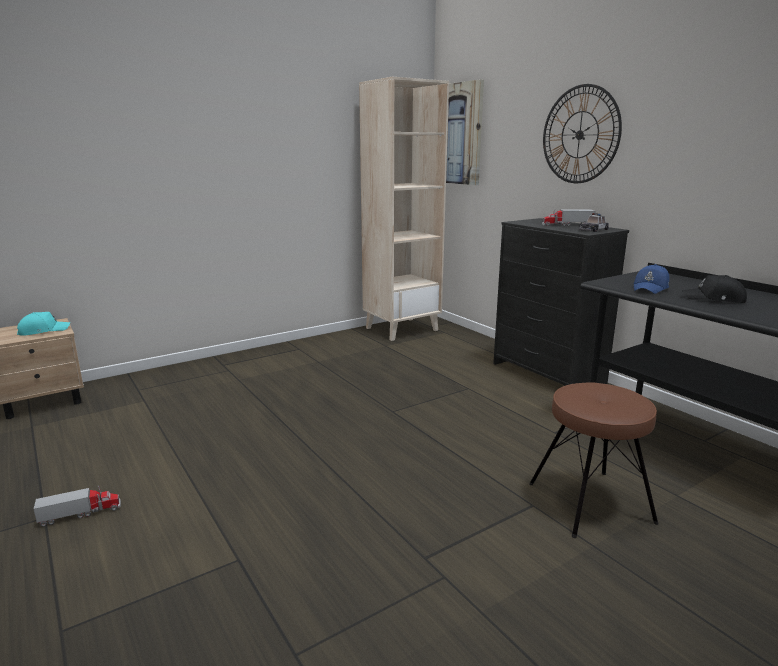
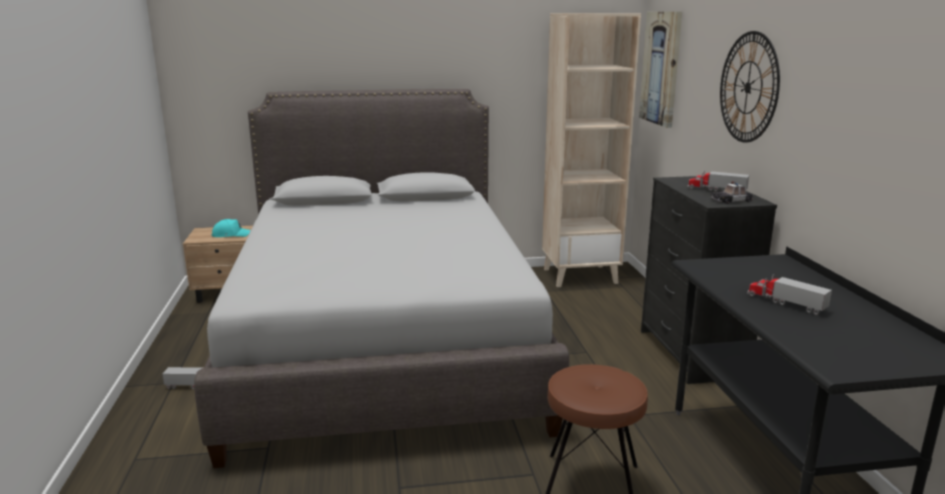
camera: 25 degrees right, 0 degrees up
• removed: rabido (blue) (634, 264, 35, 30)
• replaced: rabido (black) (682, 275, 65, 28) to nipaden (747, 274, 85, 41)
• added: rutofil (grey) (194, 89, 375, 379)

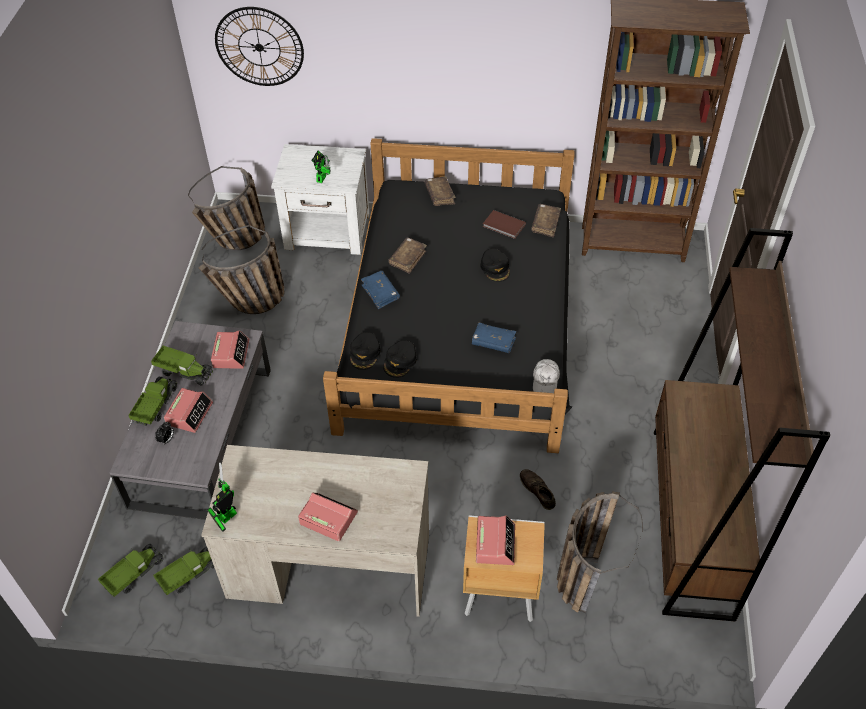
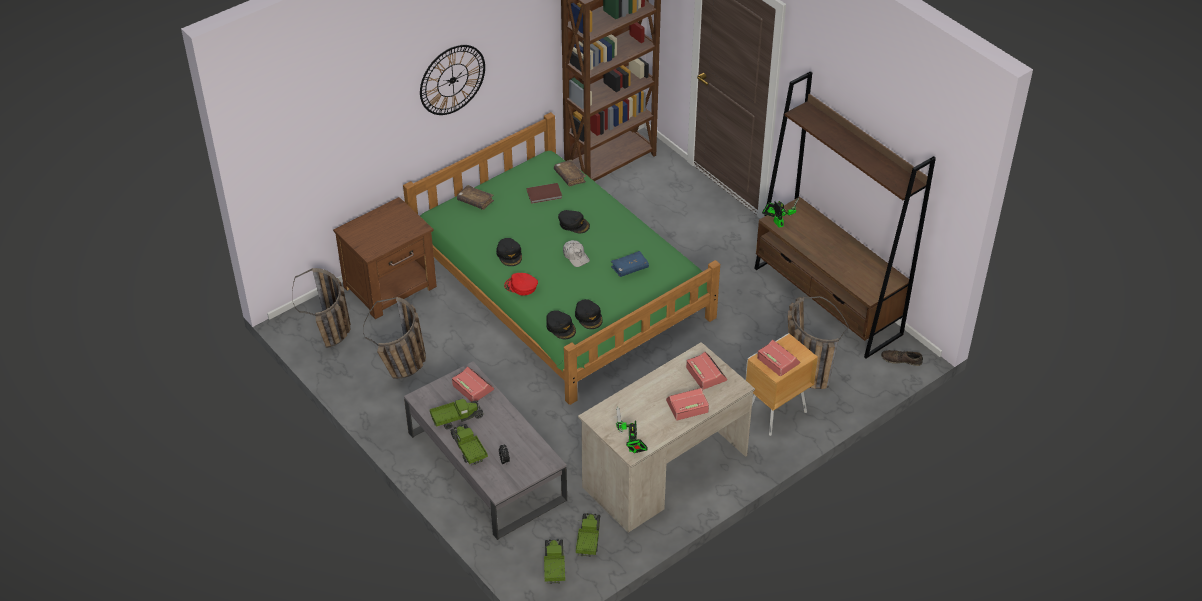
camera: 45 degrees left, 5 degrees down
• moved: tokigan (215, 7, 89, 79) to (420, 45, 65, 70)
• recoloured: rutofil (black) (323, 138, 252, 315) to rutofil (green) (403, 112, 317, 293)
• recoloured: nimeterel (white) (271, 144, 98, 111) to nimeterel (brown) (333, 197, 104, 122)
• moved: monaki (311, 151, 20, 32) to (762, 198, 37, 30)
• replaced: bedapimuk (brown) (388, 237, 39, 37) to rabido (black) (496, 238, 26, 28)
• replaced: bedapimuk (blue) (361, 271, 39, 38) to rabido (red) (504, 273, 34, 23)
• moved: rabido (white) (533, 359, 27, 34) to (563, 240, 27, 27)
• moved: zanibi (164, 388, 49, 45) to (686, 352, 41, 38)
• moved: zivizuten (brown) (520, 469, 36, 41) to (881, 350, 42, 16)

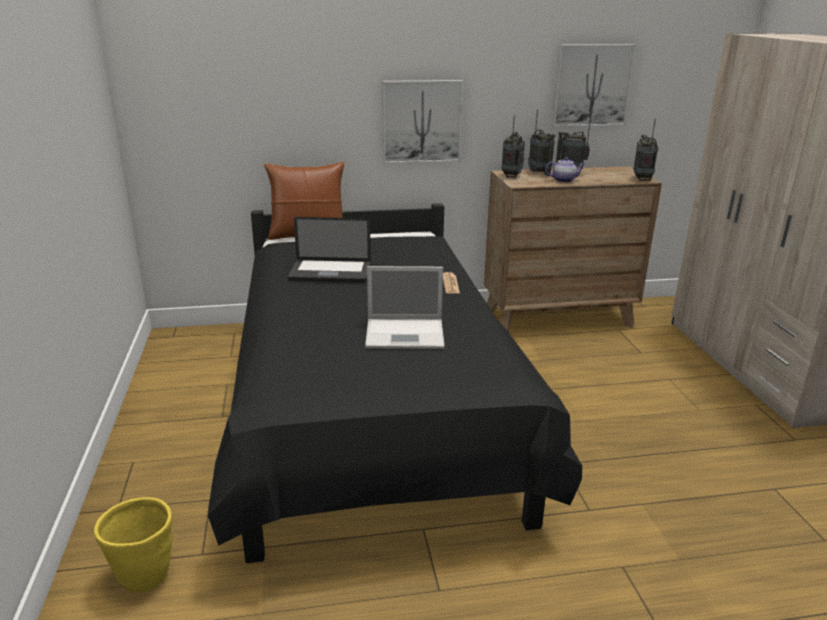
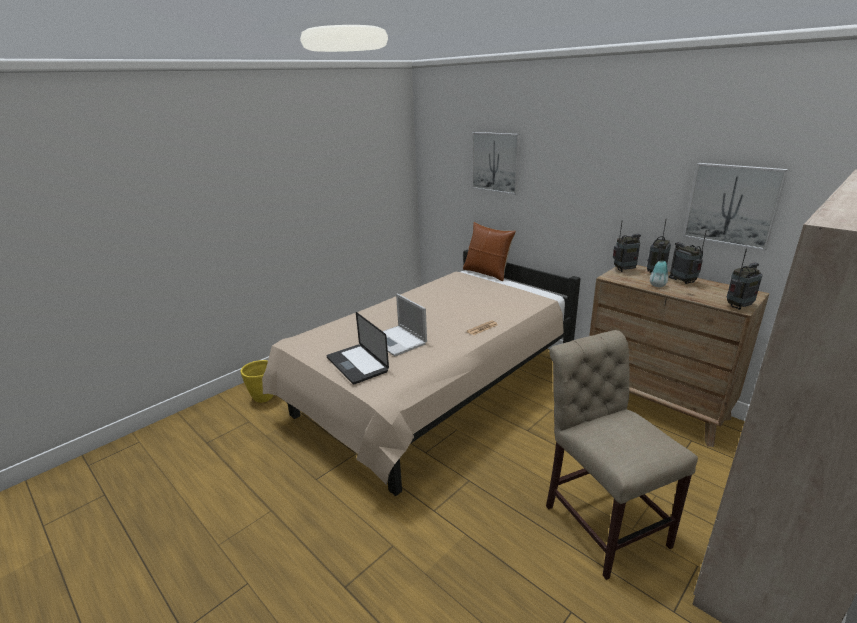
camera: 55 degrees right, 0 degrees up
• moved: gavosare (382, 80, 81, 84) to (472, 132, 49, 63)
• replaced: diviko (545, 157, 40, 26) to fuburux (650, 261, 18, 26)
• recoloured: rutofil (black) (208, 203, 374, 360) to rutofil (beige) (262, 249, 319, 247)
• moved: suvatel (288, 217, 83, 65) to (327, 312, 62, 72)
• added: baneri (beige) (546, 330, 152, 250)

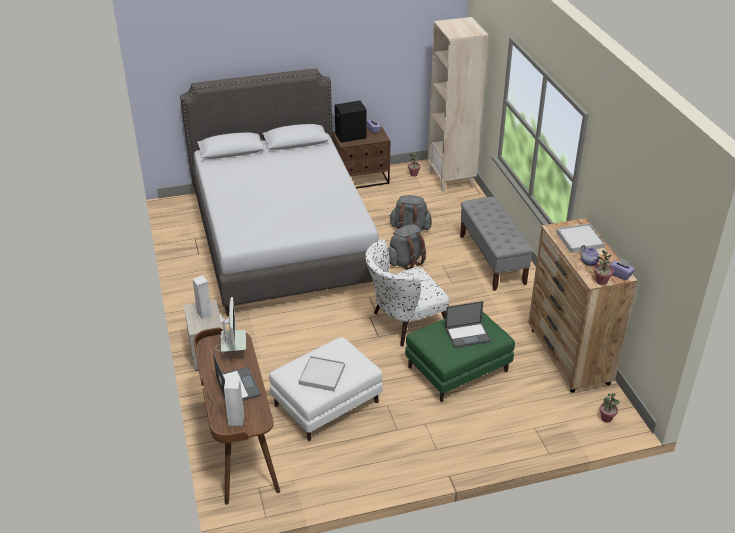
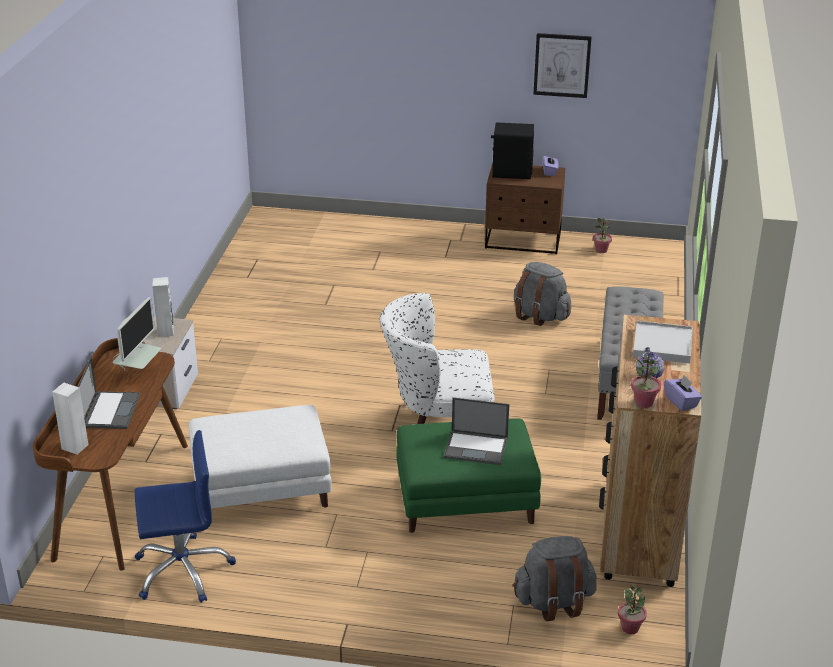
camera: 25 degrees right, 5 degrees down
• removed: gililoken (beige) (428, 17, 60, 175)
• removed: rutofil (grey) (180, 68, 199, 248)
• moved: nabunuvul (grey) (388, 224, 38, 46) to (512, 536, 85, 85)
• removed: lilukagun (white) (299, 356, 46, 35)
• added: gavosare (533, 33, 59, 65)
• added: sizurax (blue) (135, 430, 101, 173)

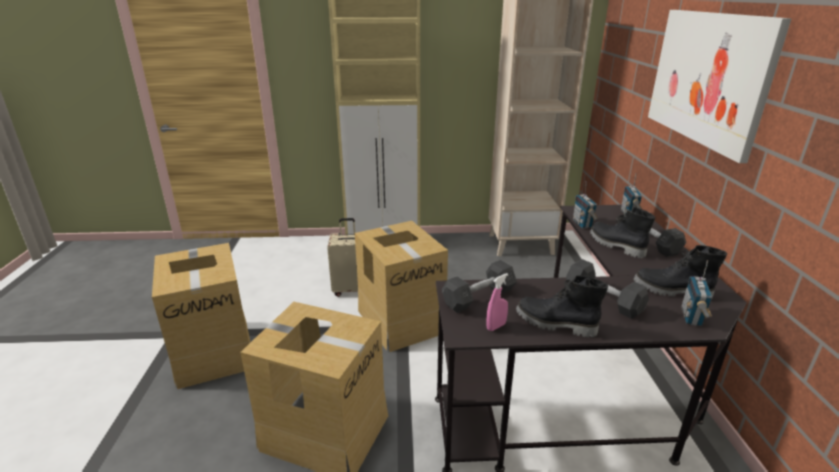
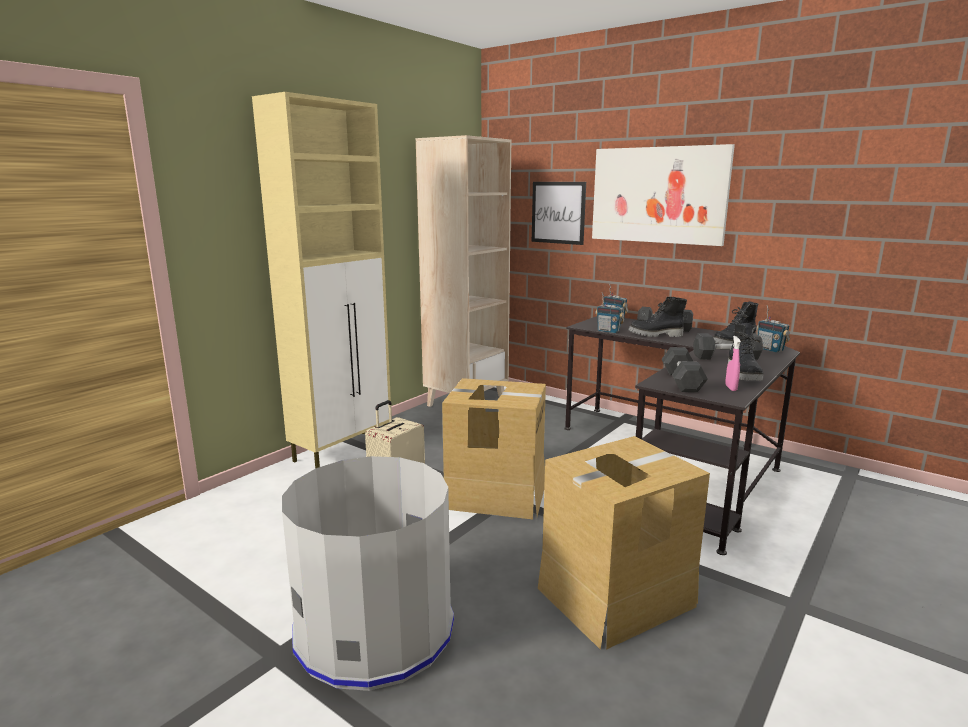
camera: 50 degrees left, 10 degrees down
• replaced: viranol (152, 243, 99, 146) to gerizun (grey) (282, 456, 172, 235)
• turned: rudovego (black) (516, 275, 92, 62) = (728, 323, 36, 58) 60 degrees counterclockwise
• added: gavosare (532, 182, 54, 63)

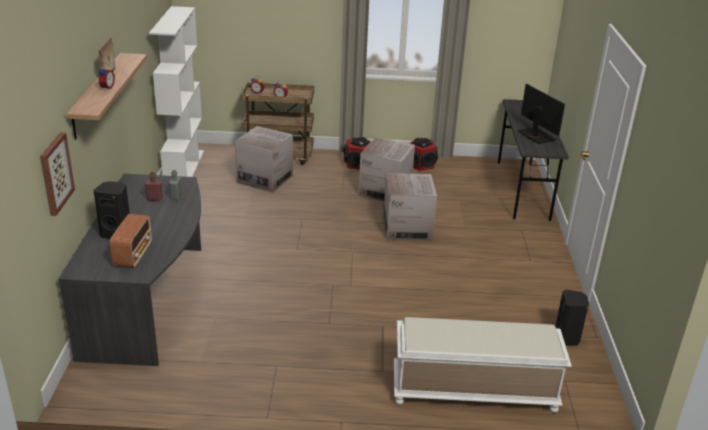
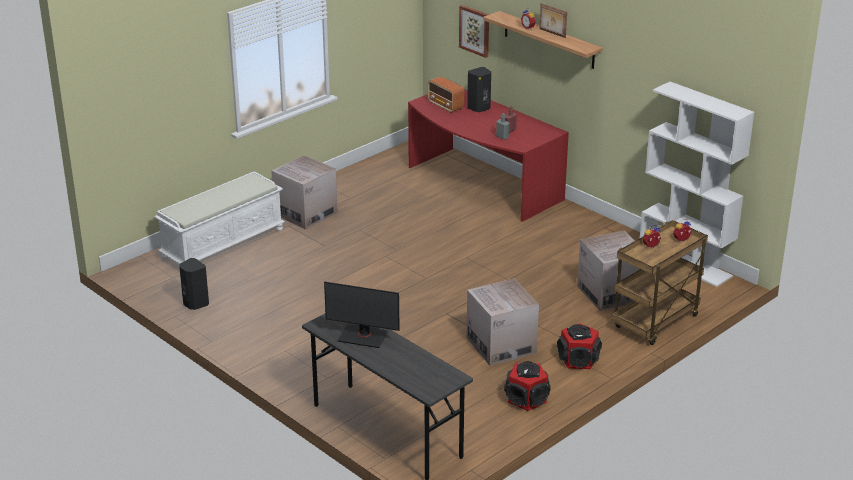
camera: 135 degrees right, 0 degrees up
• moved: viranol (383, 173, 54, 68) to (271, 155, 67, 75)
• recoloured: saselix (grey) (58, 174, 143, 192) to saselix (red) (408, 89, 161, 133)

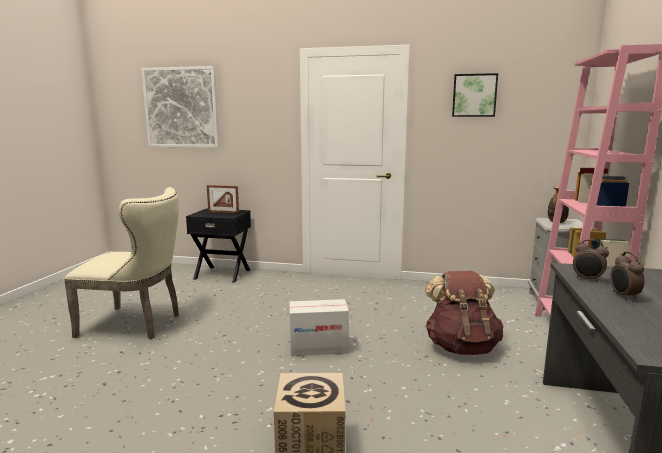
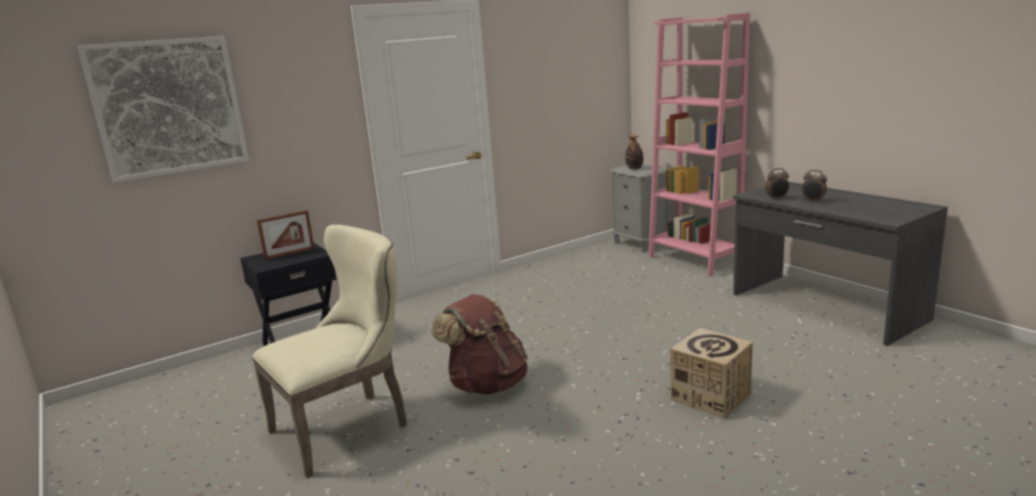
camera: 45 degrees left, 5 degrees up
• removed: gavosare (452, 73, 46, 44)
• moved: nabunuvul (brown) (425, 271, 79, 84) to (431, 294, 97, 101)
• removed: viranol (289, 299, 60, 57)

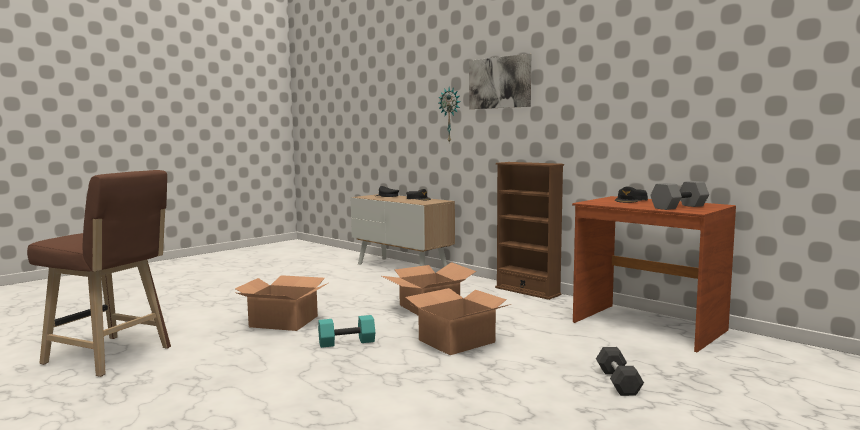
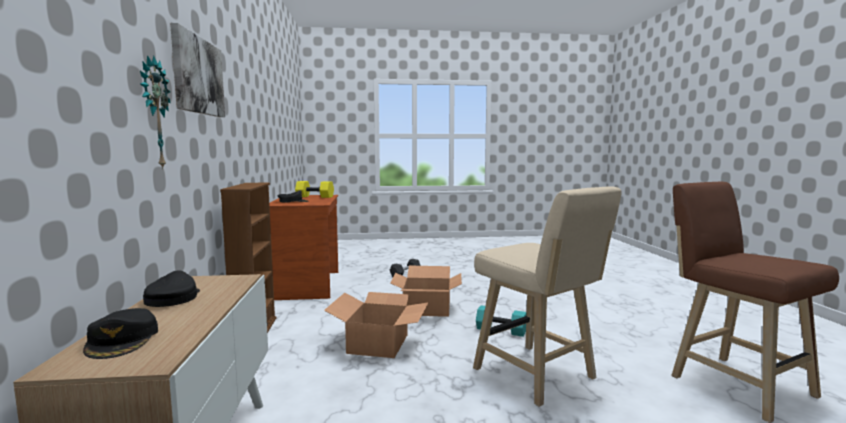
camera: 140 degrees left, 0 degrees up
• recoloured: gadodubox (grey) (650, 181, 59, 29) to gadodubox (yellow) (295, 181, 39, 17)
• replaced: viranol (235, 275, 93, 56) to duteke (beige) (473, 186, 149, 221)

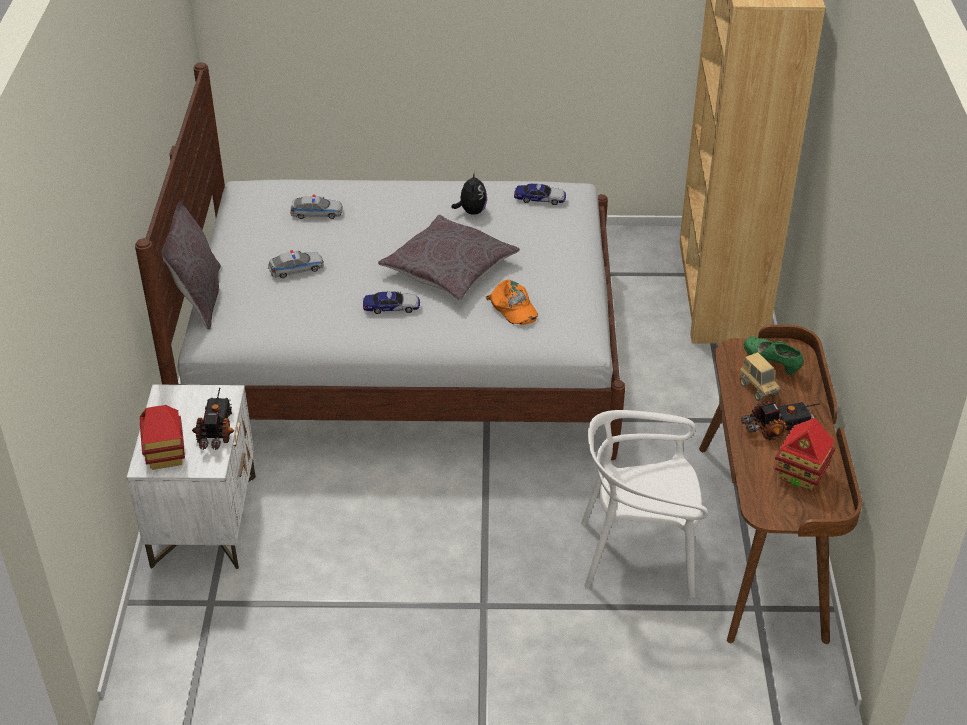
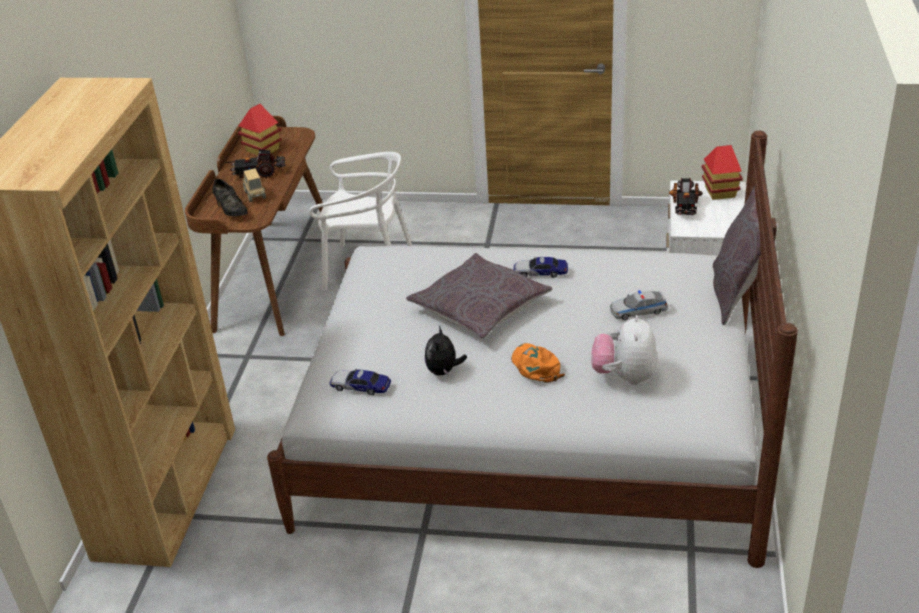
camera: 170 degrees left, 5 degrees down
• replaced: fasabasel (290, 194, 53, 25) to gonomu (591, 315, 67, 70)
• moved: rabido (orange) (486, 280, 52, 45) to (511, 343, 54, 40)
• recoloured: zivizuten (green) (744, 337, 60, 38) to zivizuten (black) (212, 179, 36, 37)

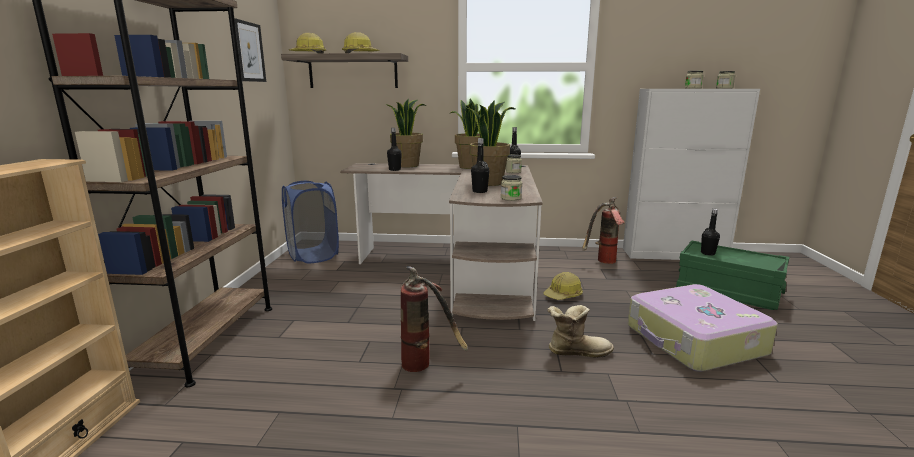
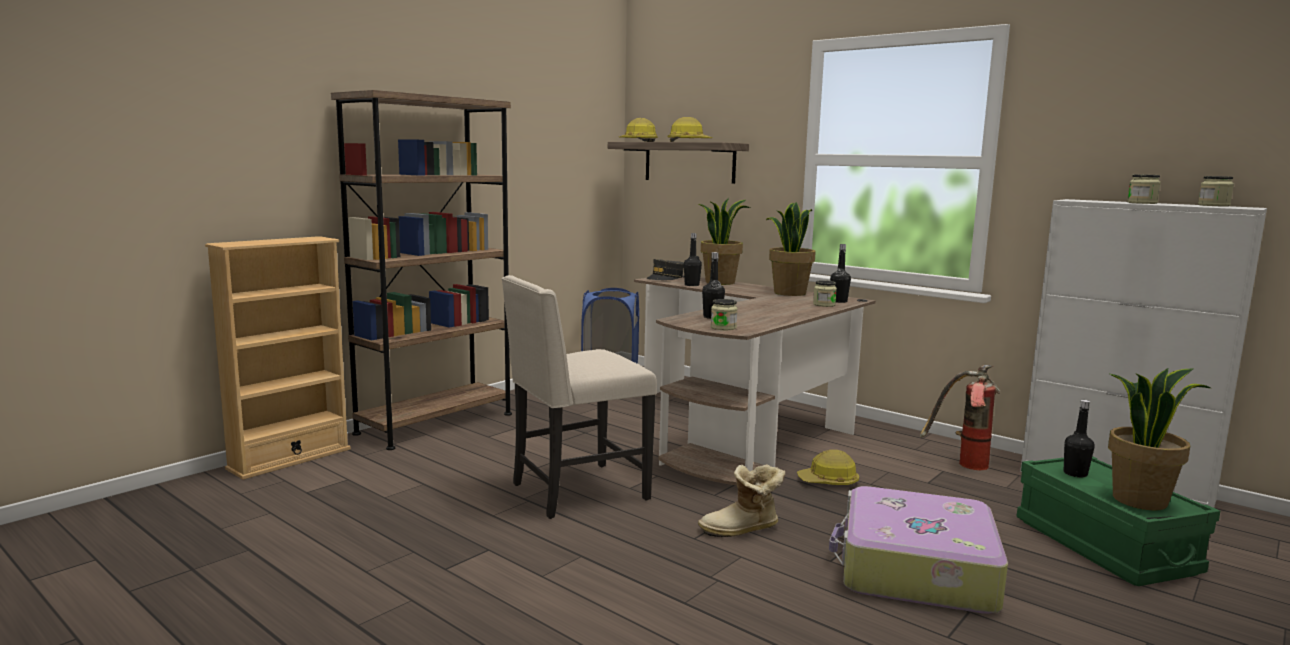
camera: 35 degrees right, 5 degrees down
• removed: gavosare (234, 18, 32, 64)
• moved: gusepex (467, 101, 48, 85) to (1108, 368, 103, 142)
• replaced: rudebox (401, 266, 67, 106) to baneri (beige) (501, 275, 156, 244)
• turned: rudovego (547, 305, 67, 53) = (698, 464, 87, 73) 135 degrees clockwise
• added: rabido (grey) (646, 259, 38, 21)

